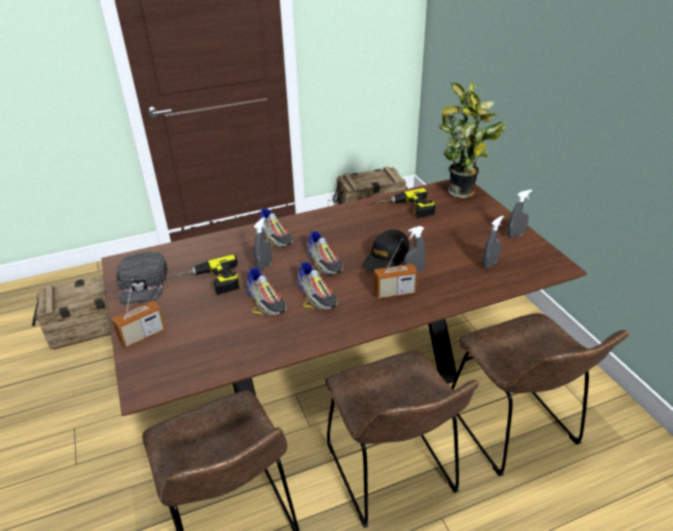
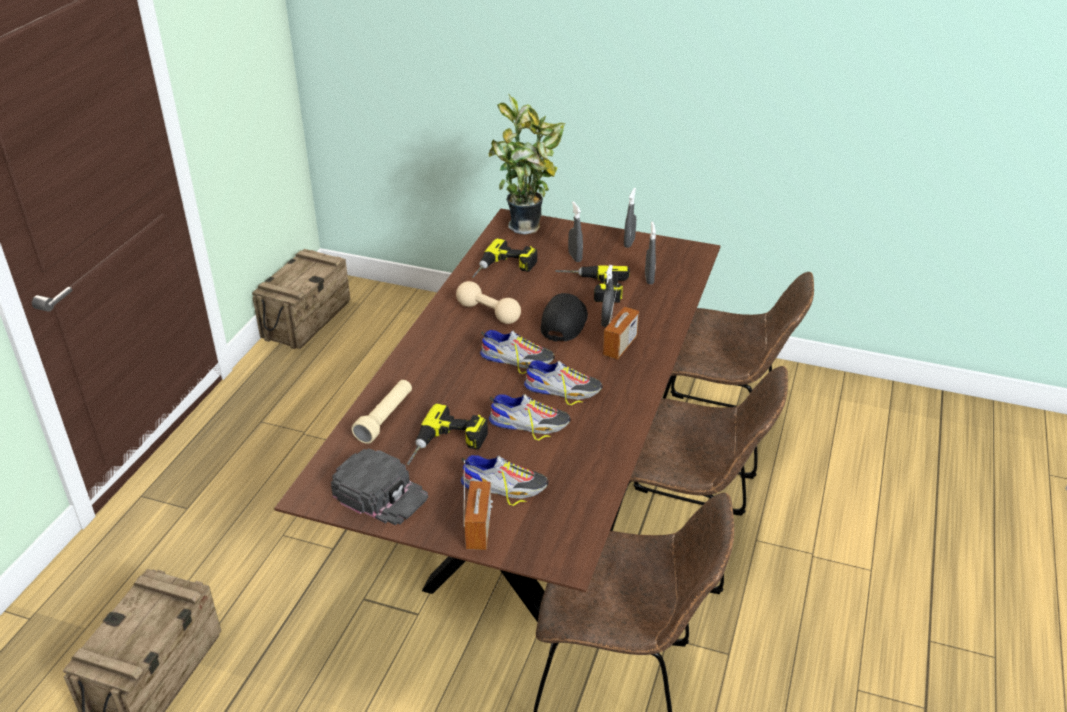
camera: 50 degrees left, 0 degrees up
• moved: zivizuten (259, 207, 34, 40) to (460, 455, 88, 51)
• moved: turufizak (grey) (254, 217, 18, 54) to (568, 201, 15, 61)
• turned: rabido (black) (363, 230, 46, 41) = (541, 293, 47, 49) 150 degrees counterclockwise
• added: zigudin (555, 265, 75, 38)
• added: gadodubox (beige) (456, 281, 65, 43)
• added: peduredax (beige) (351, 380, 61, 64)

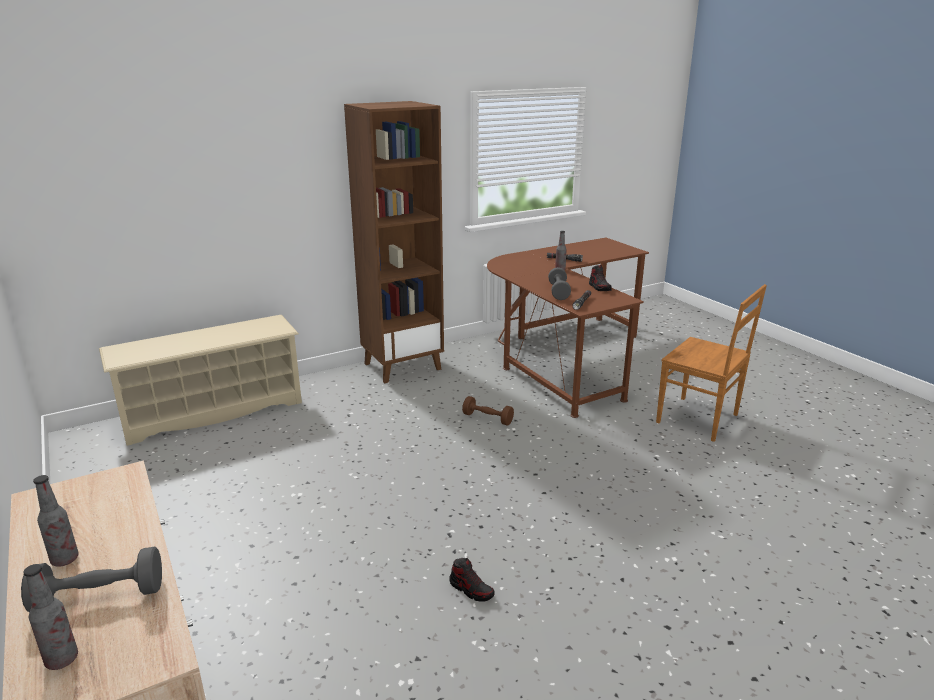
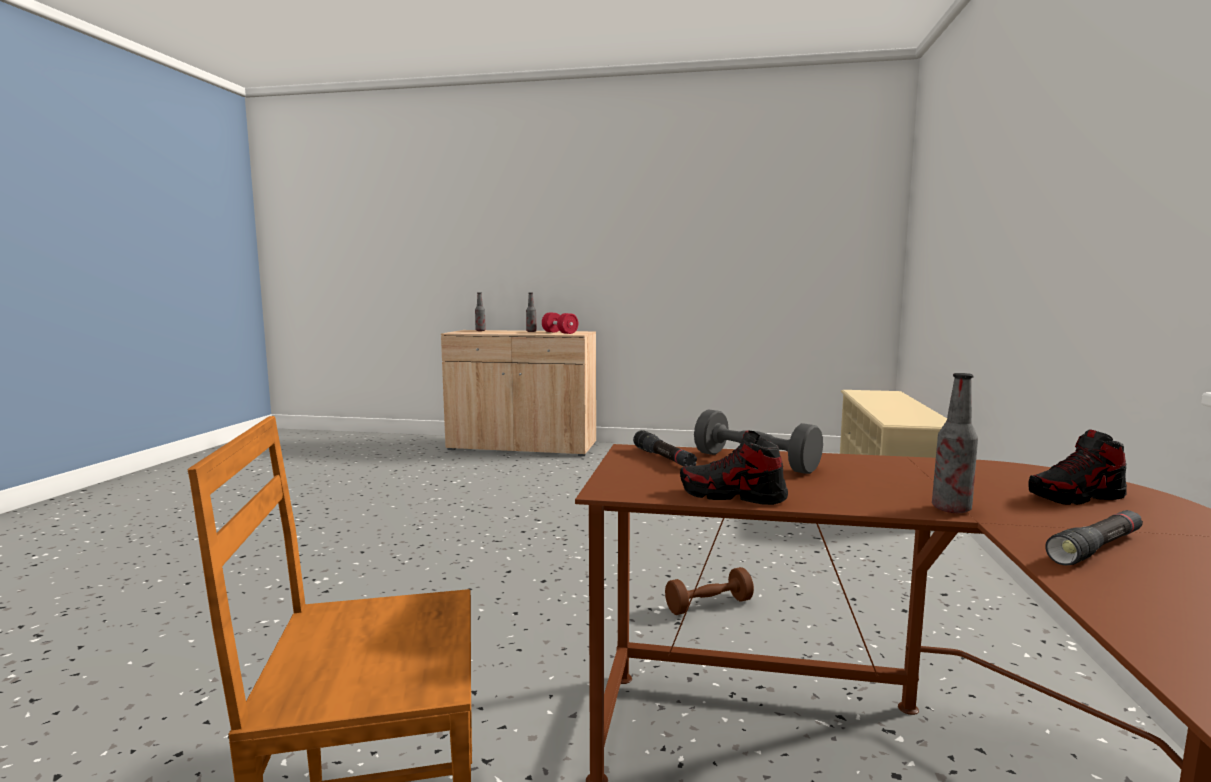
camera: 130 degrees right, 15 degrees down
• removed: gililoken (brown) (344, 101, 100, 282)
• removed: gadodubox (grey) (21, 547, 141, 65)
• moved: zivizuten (449, 558, 46, 44) to (1029, 430, 98, 75)
• added: gadodubox (red) (542, 312, 36, 22)

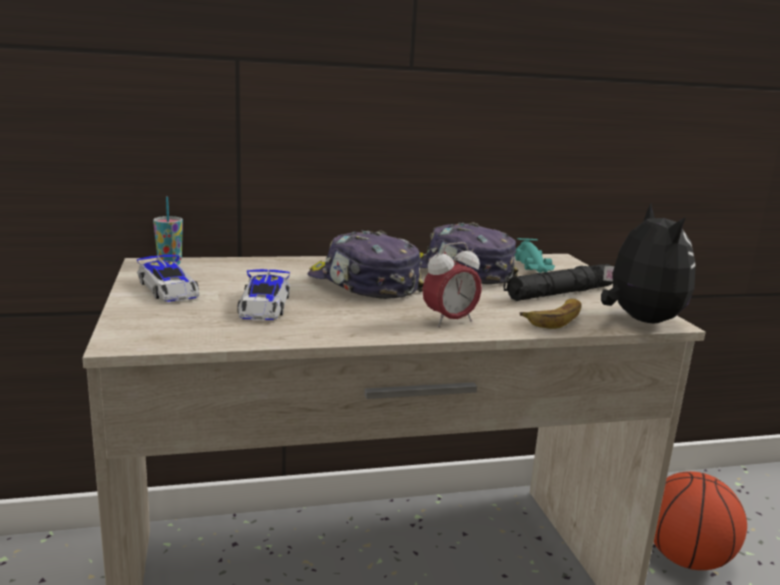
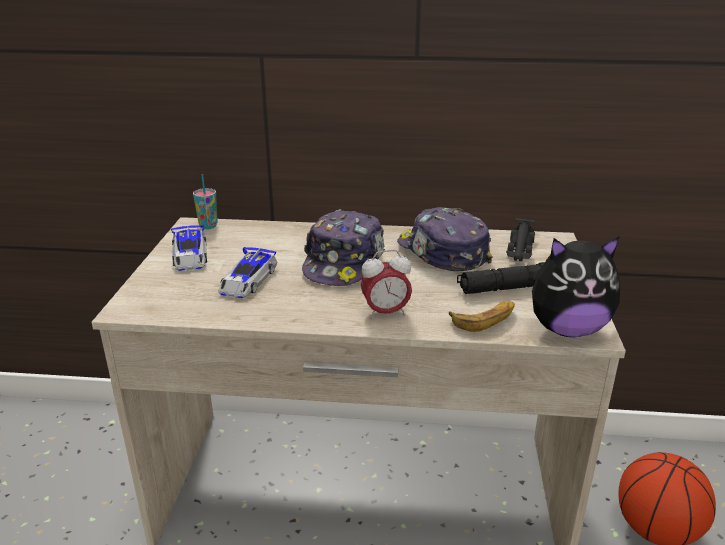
camera: 20 degrees right, 10 degrees up
• turned: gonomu (601, 204, 95, 119) = (532, 236, 88, 101) 75 degrees clockwise
• turned: rabido (308, 230, 116, 69) = (302, 209, 83, 77) 135 degrees counterclockwise
• recoloured: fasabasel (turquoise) (514, 238, 41, 35) to fasabasel (black) (506, 218, 29, 43)

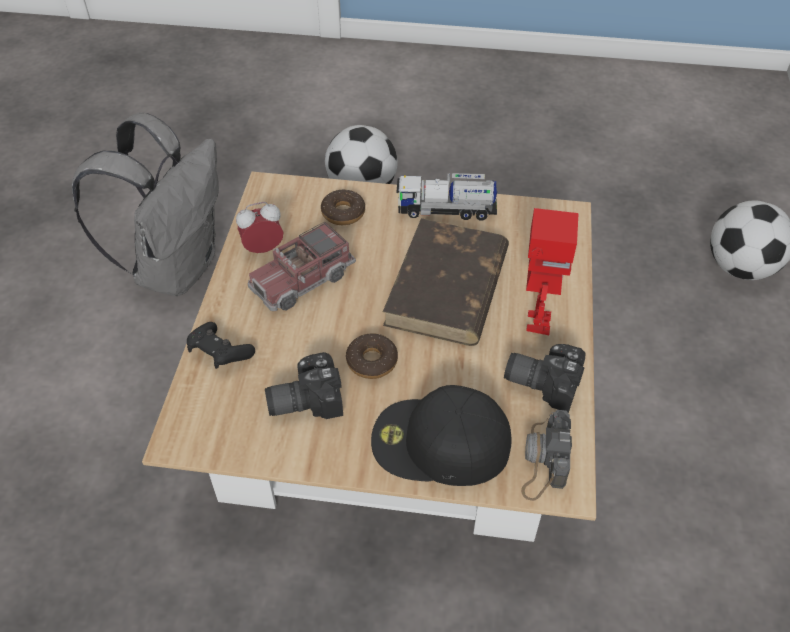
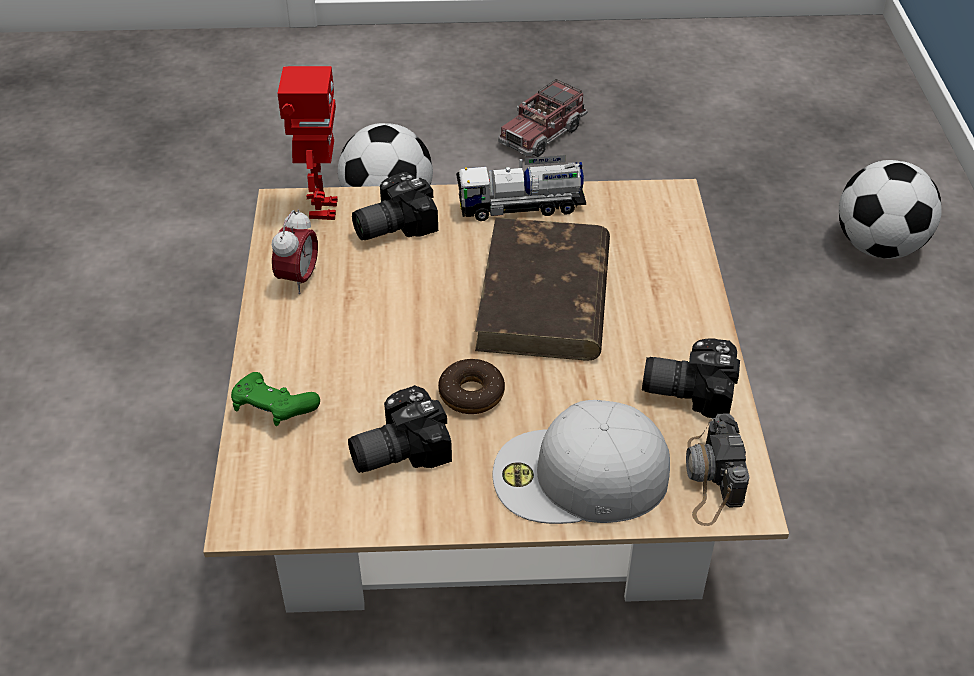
camera: 10 degrees left, 5 degrees down
• removed: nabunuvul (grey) (72, 112, 147, 184)
• replaced: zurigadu (321, 190, 44, 35) to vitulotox (352, 172, 86, 68)
• turned: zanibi (236, 202, 47, 51) = (272, 209, 46, 85) 135 degrees clockwise
• moved: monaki (526, 208, 53, 127) to (277, 66, 61, 154)
• moved: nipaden (248, 222, 108, 89) to (498, 79, 90, 78)
• recoloured: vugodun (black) (187, 322, 68, 47) to vugodun (green) (231, 372, 89, 54)
• recoloured: rabido (black) (371, 385, 141, 101) to rabido (white) (493, 400, 177, 124)

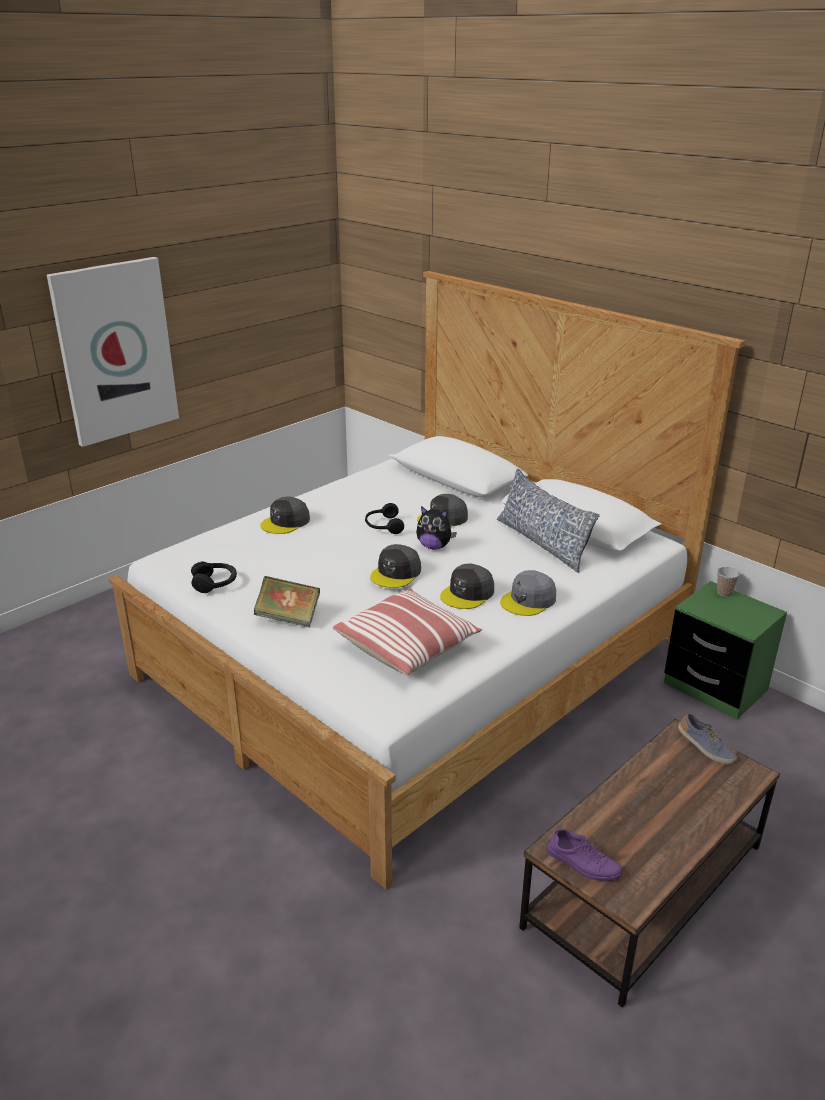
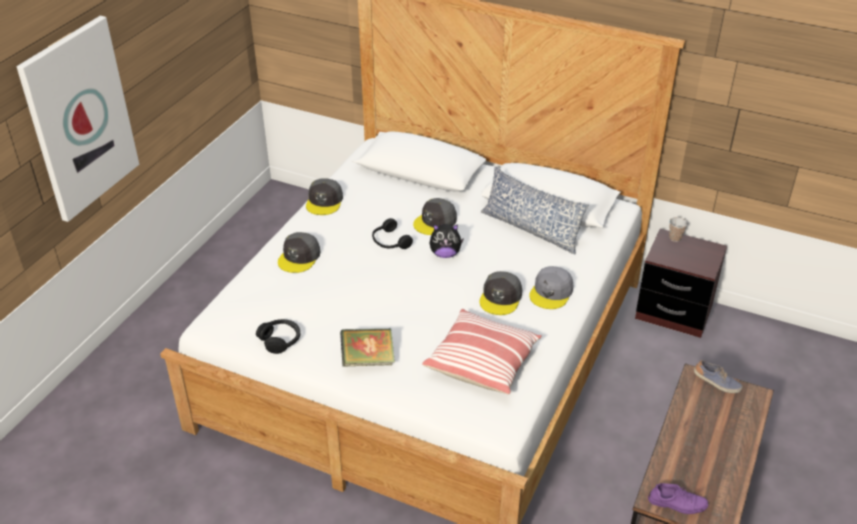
camera: 20 degrees left, 10 degrees up
• moved: rabido (grey) (370, 544, 51, 44) to (306, 178, 37, 37)
• recoloured: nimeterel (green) (664, 581, 123, 138) to nimeterel (brown) (635, 229, 92, 109)

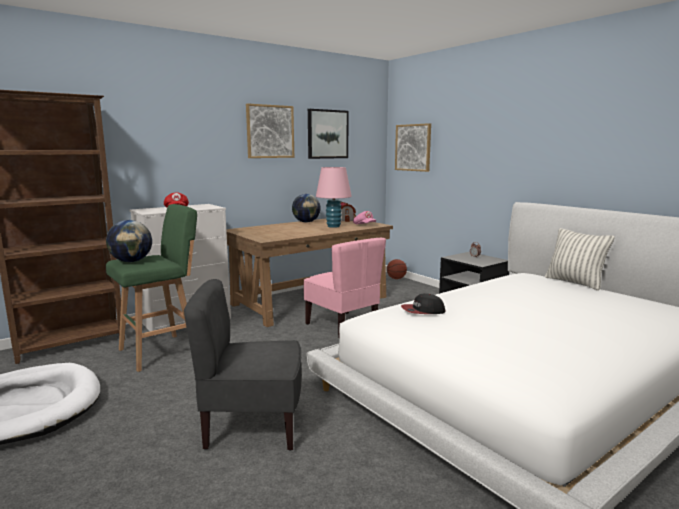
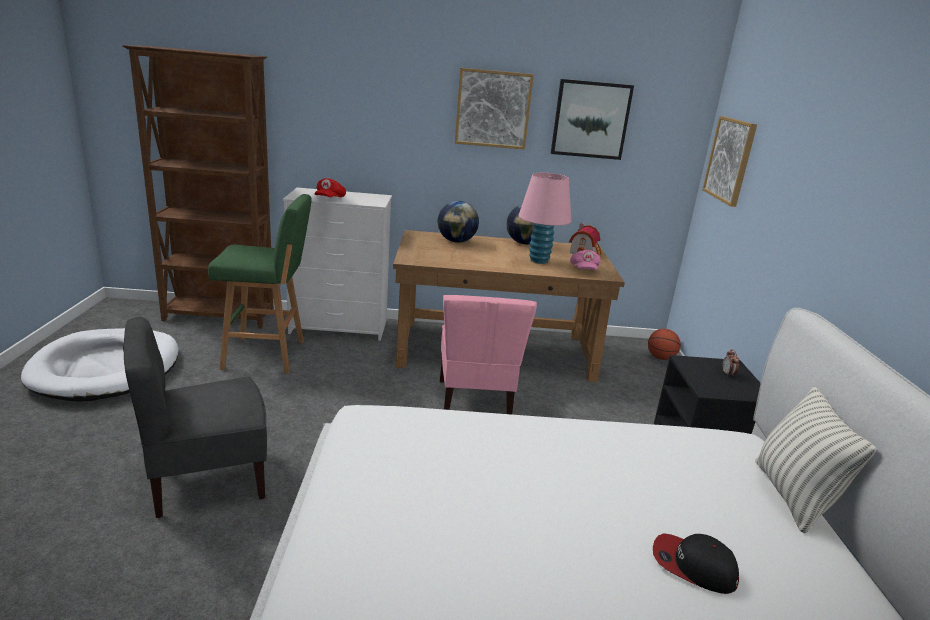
camera: 35 degrees right, 10 degrees up
• moved: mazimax (106, 220, 46, 42) to (438, 201, 41, 42)
• turned: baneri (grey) (184, 279, 118, 172) = (123, 317, 144, 201) 60 degrees counterclockwise
• moved: rabido (401, 293, 44, 21) to (653, 533, 86, 61)

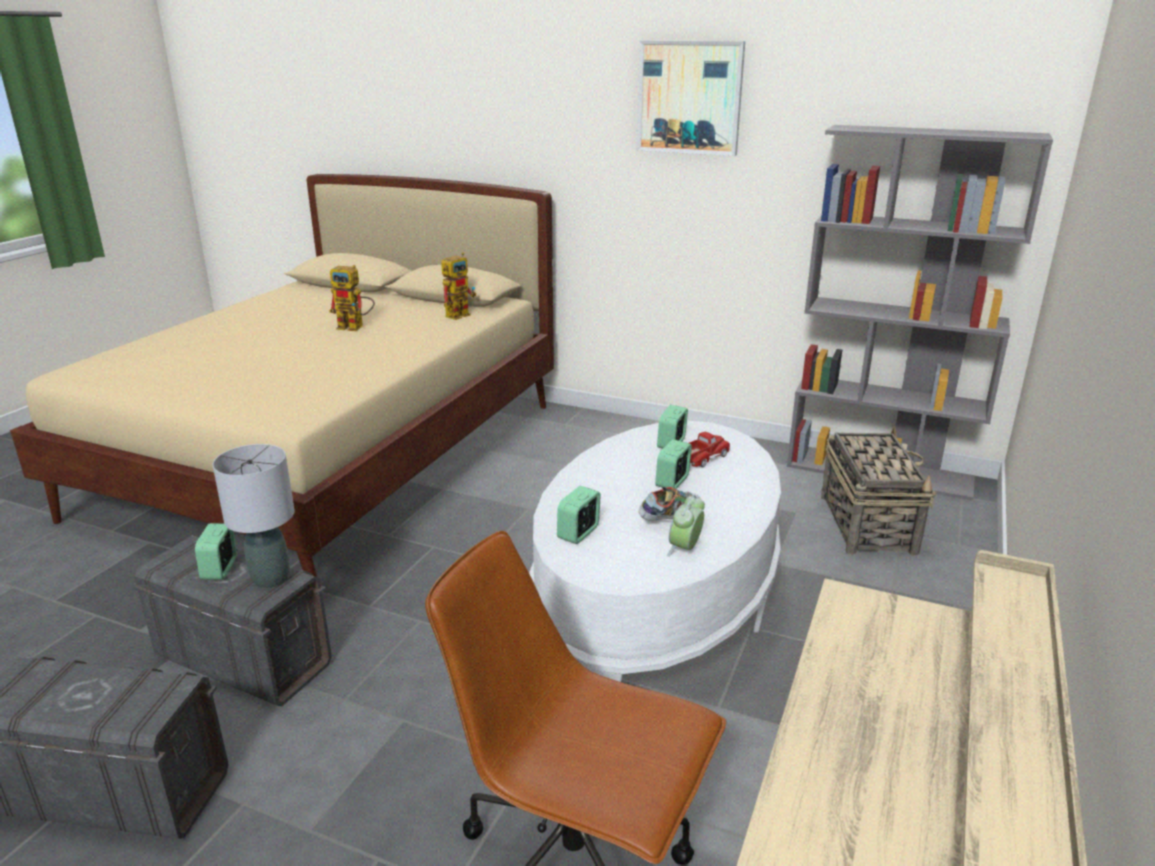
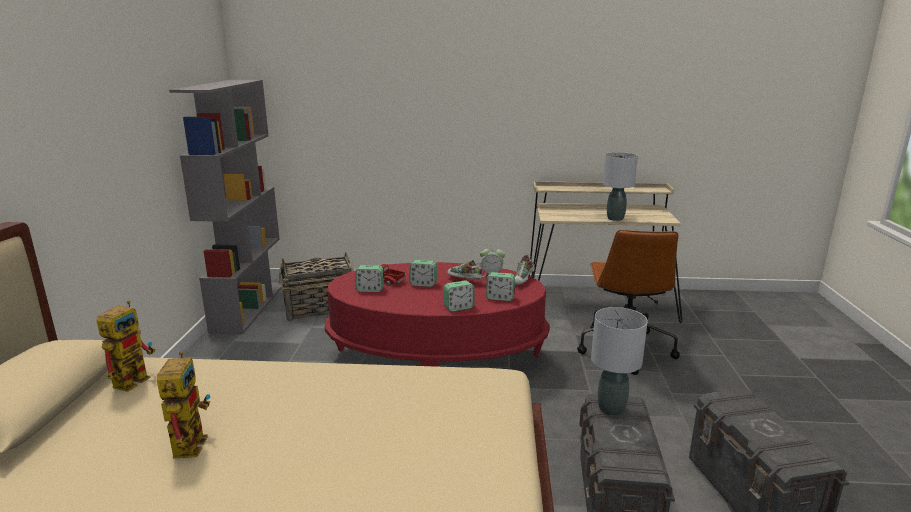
camera: 110 degrees left, 5 degrees down
• removed: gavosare (637, 41, 108, 115)
• turned: monaki (441, 252, 35, 68) = (96, 300, 59, 92) 90 degrees clockwise
• recoloured: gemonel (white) (529, 421, 252, 261) to gemonel (red) (325, 262, 225, 105)
• moved: zanibi (195, 523, 42, 57) to (444, 280, 30, 32)
• added: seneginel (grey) (603, 152, 35, 69)
• added: zivizuten (515, 255, 20, 31)

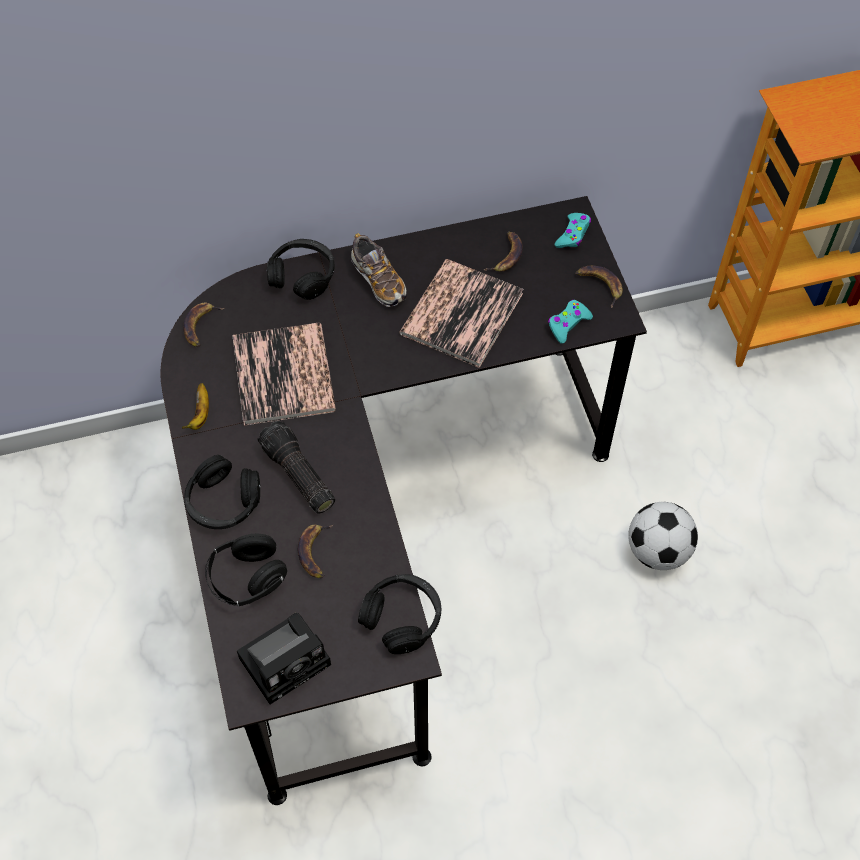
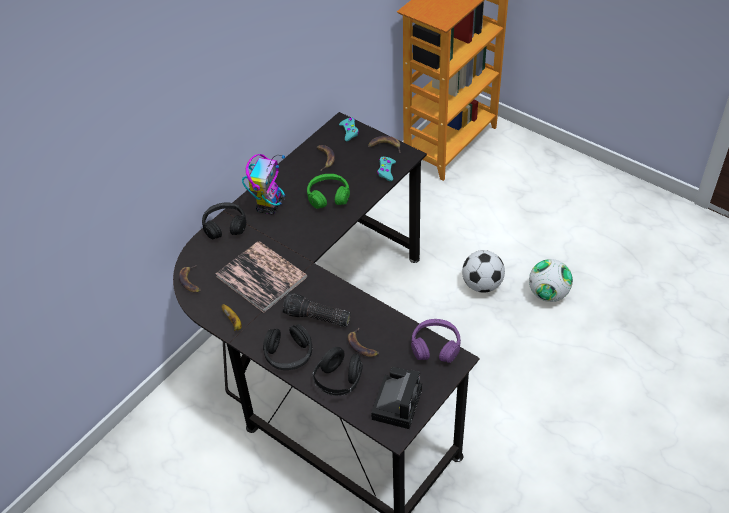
camera: 35 degrees left, 10 degrees down
• replaced: zivizuten (351, 233, 56, 74) to monaki (242, 154, 43, 60)
• replaced: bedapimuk (399, 259, 124, 109) to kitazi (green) (307, 174, 43, 35)
• recoloured: kitazi (black) (358, 574, 83, 80) to kitazi (purple) (411, 319, 50, 44)
• added: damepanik (529, 259, 44, 43)

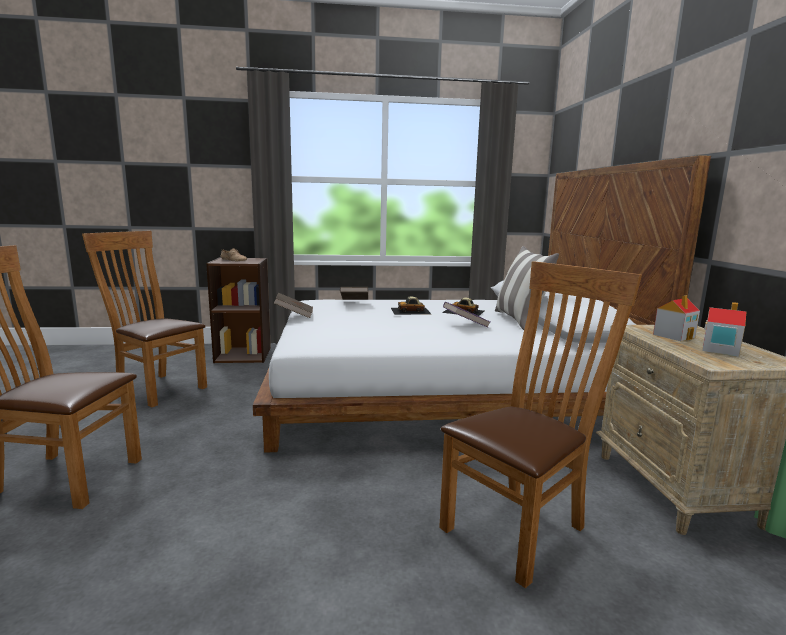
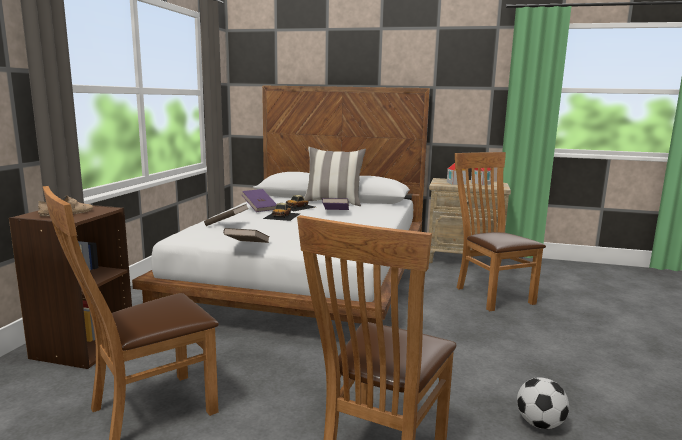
camera: 70 degrees left, 0 degrees up
• added: bedapimuk (purple) (242, 189, 34, 23)
• added: damepanik (517, 377, 52, 52)

